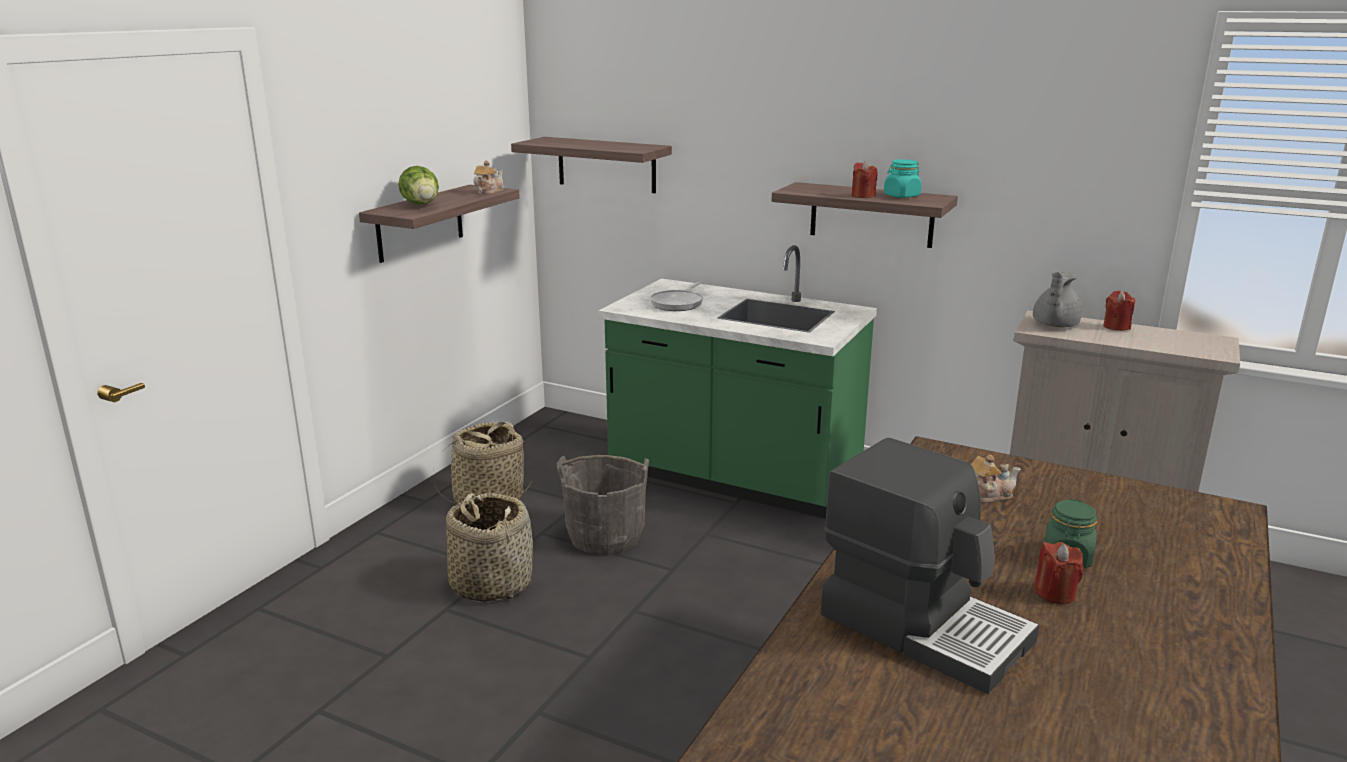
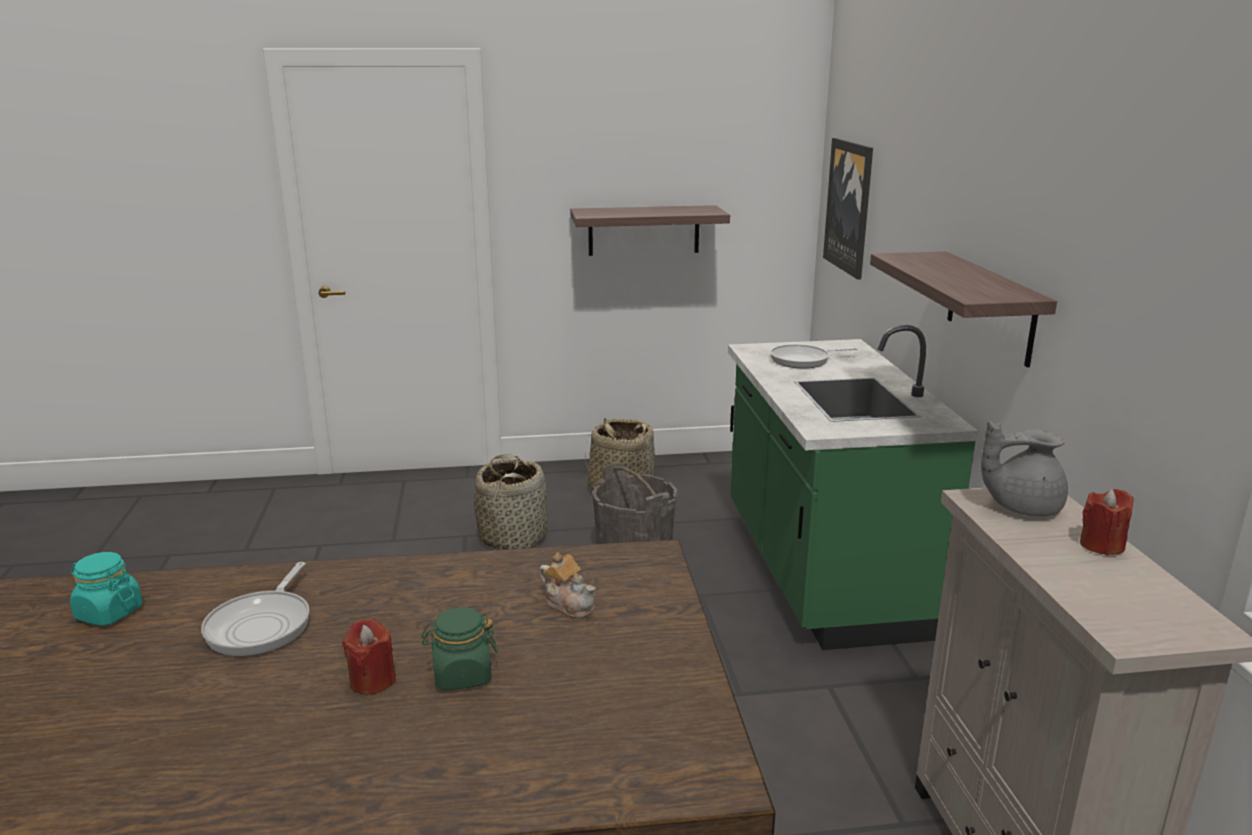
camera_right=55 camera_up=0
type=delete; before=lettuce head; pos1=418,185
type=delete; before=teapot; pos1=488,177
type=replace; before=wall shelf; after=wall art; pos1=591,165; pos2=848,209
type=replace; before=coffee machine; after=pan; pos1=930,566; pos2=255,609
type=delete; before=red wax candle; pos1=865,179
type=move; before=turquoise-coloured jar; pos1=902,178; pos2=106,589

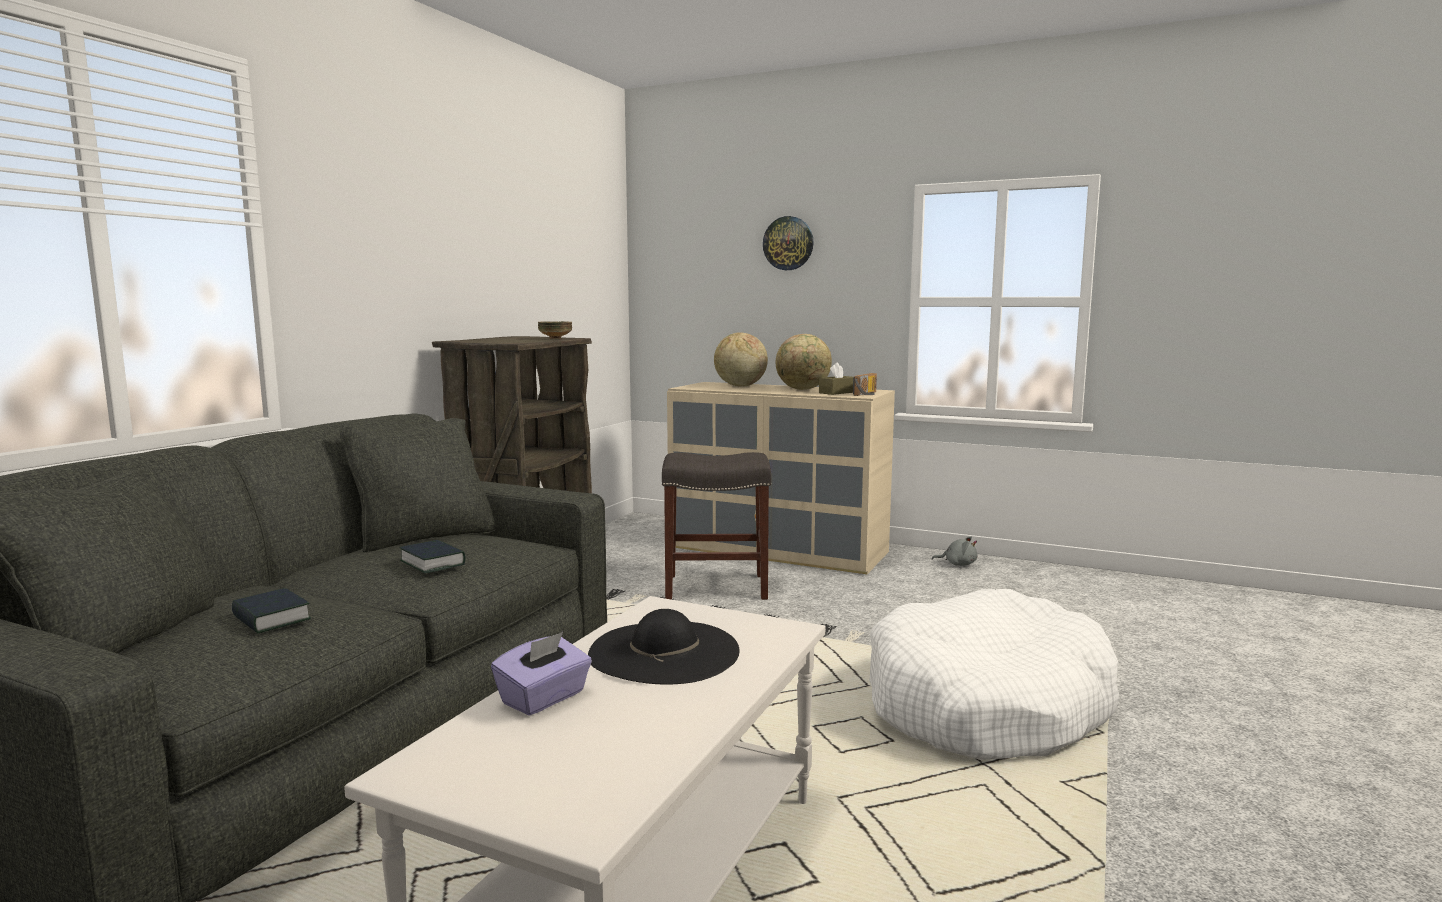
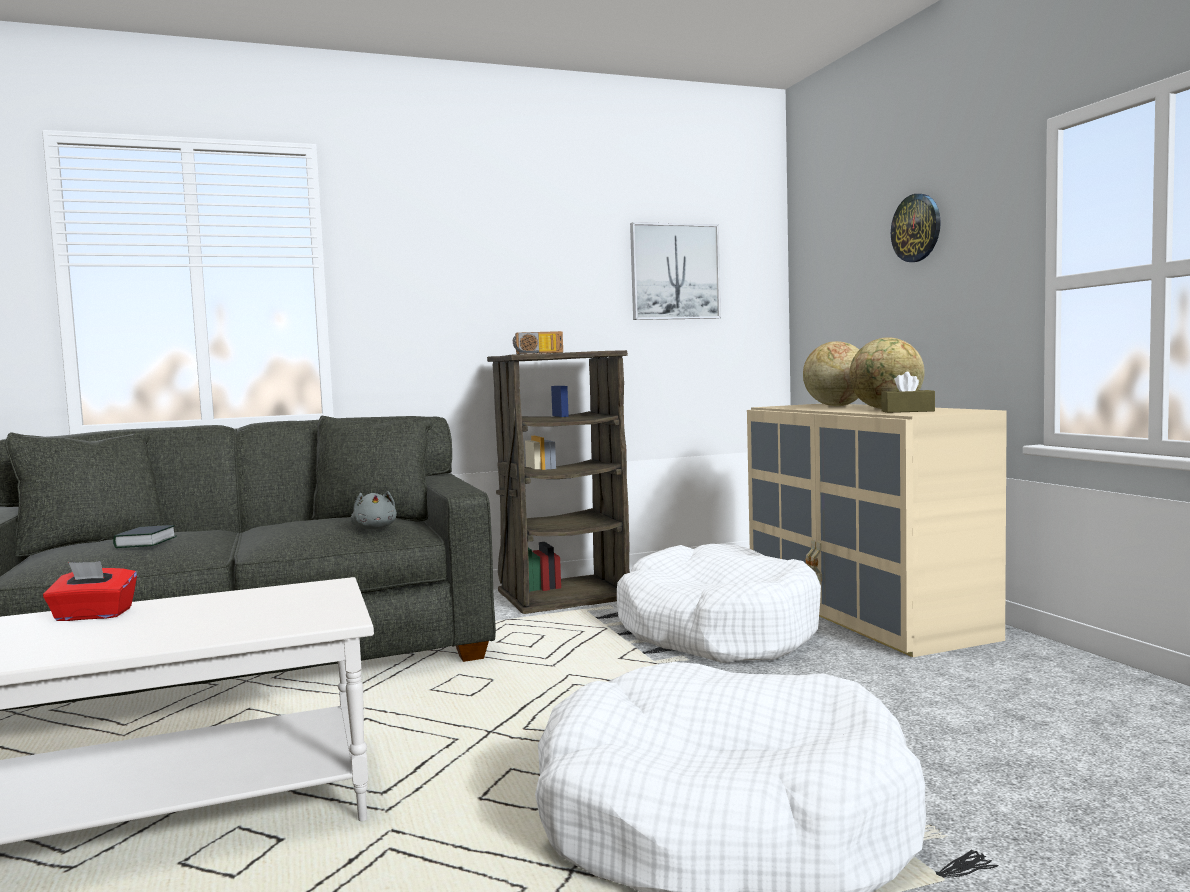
camera_right=45 camera_up=-5
type=delete; before=book; pos1=433,556
type=recolor; before=purplish box of tissues; after=red box of tissues; pos1=541,674; pos2=90,591
type=delete; before=deep dish; pos1=555,330
type=delete; before=black-coloured hat; pos1=663,646
type=replace; before=greyish stool seat; after=whitish pet bed; pos1=716,526; pos2=719,603
type=move; before=radio; pos1=865,384; pos2=538,342
type=move; before=greyish plush toy; pos1=955,551; pos2=374,510
type=insert; after=wall art; pos2=675,271

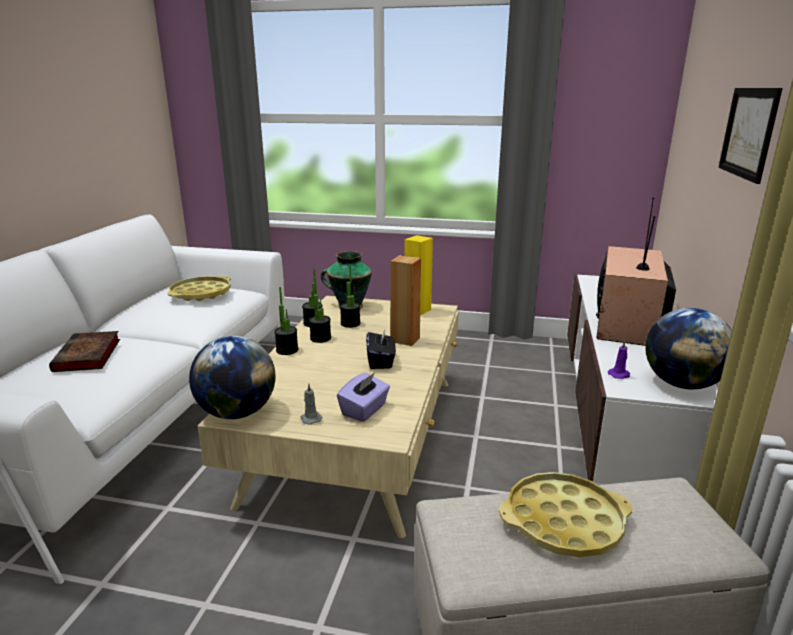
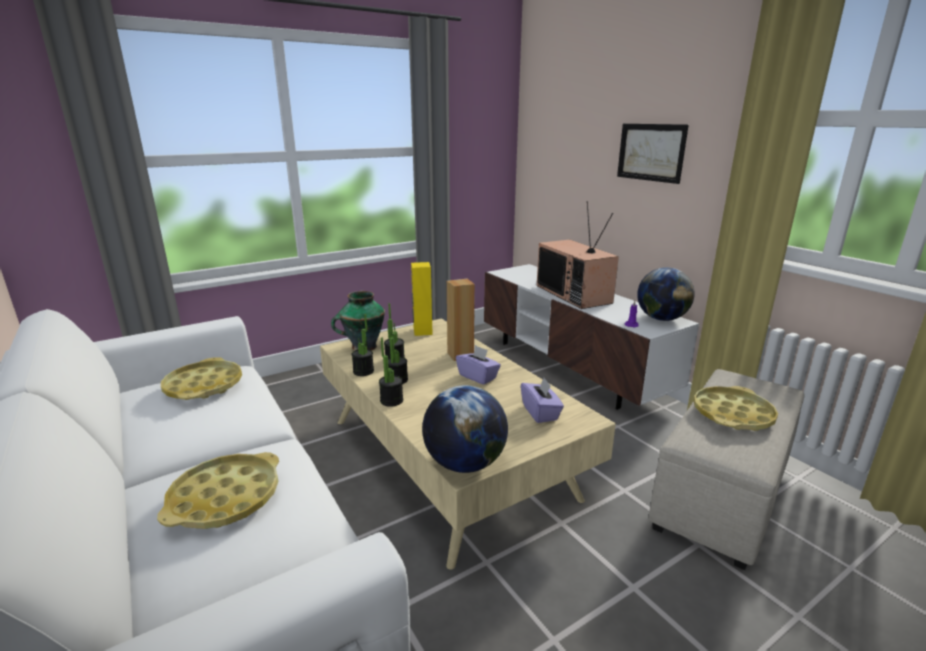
camera_right=-45 camera_up=0
type=replace; before=book; after=yellow serving tray; pos1=84,351; pos2=218,490
type=delete; before=greyish wax candle; pos1=312,404
type=recolor; before=black-coloured box of tissues; after=purplish box of tissues; pos1=381,349; pos2=478,365

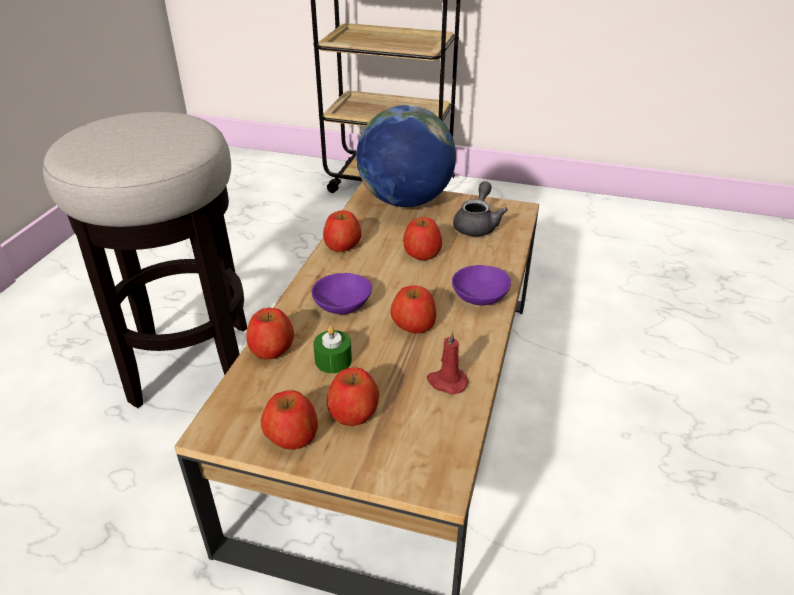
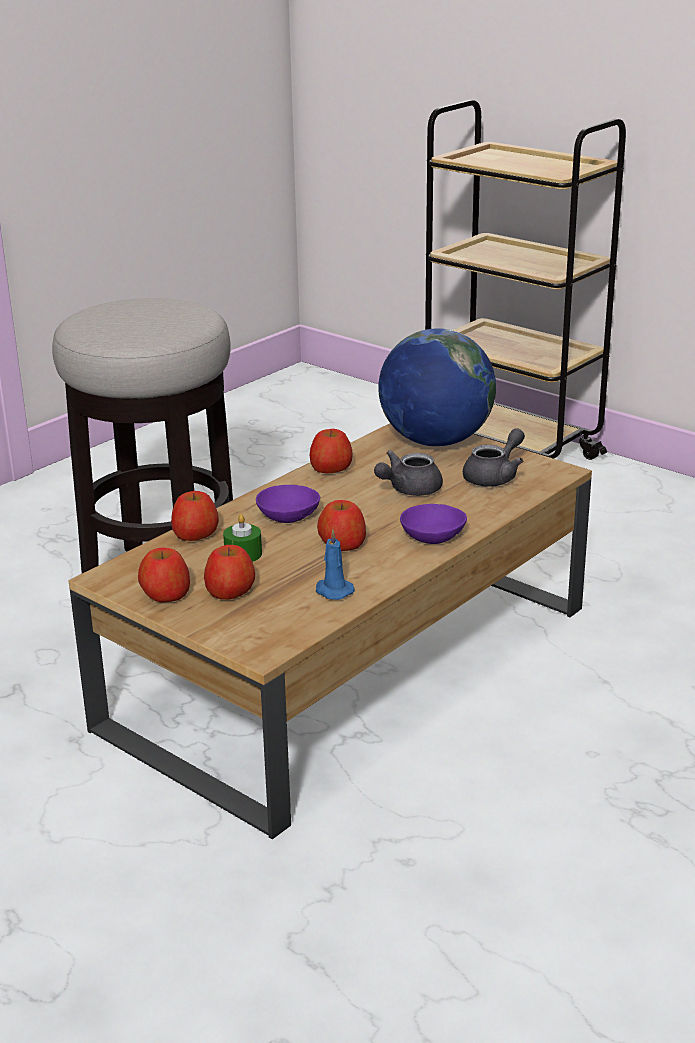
camera_right=25 camera_up=-10
type=replace; before=apple fruit; after=greyish teapot; pos1=422,238; pos2=408,473
type=recolor; before=red wax candle; after=blue-coloured wax candle; pos1=448,362; pos2=335,564

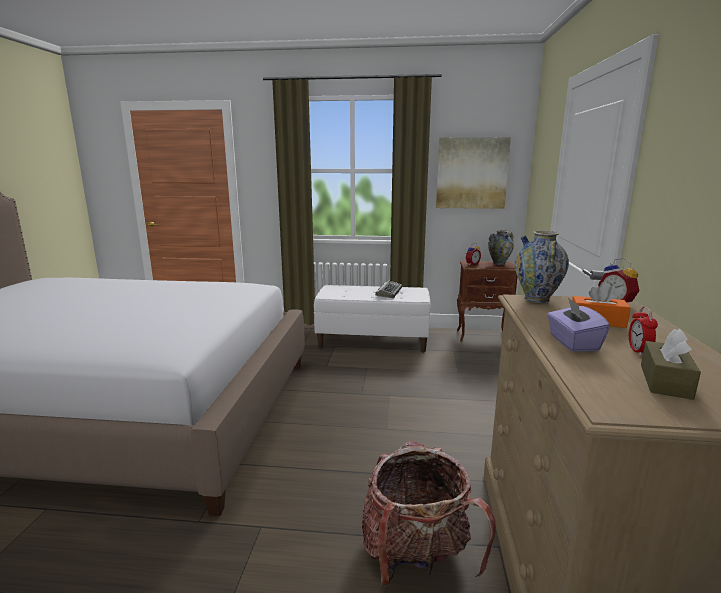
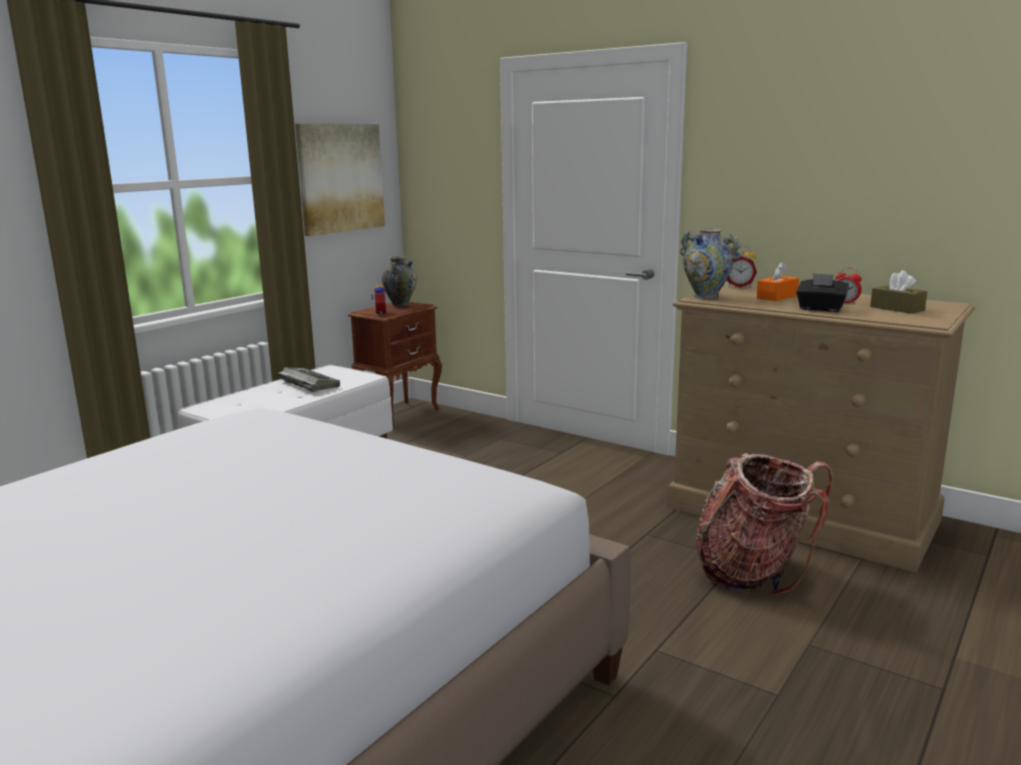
camera_right=-60 camera_up=0
type=recolor; before=purplish box of tissues; after=black-coloured box of tissues; pos1=578,325; pos2=822,292

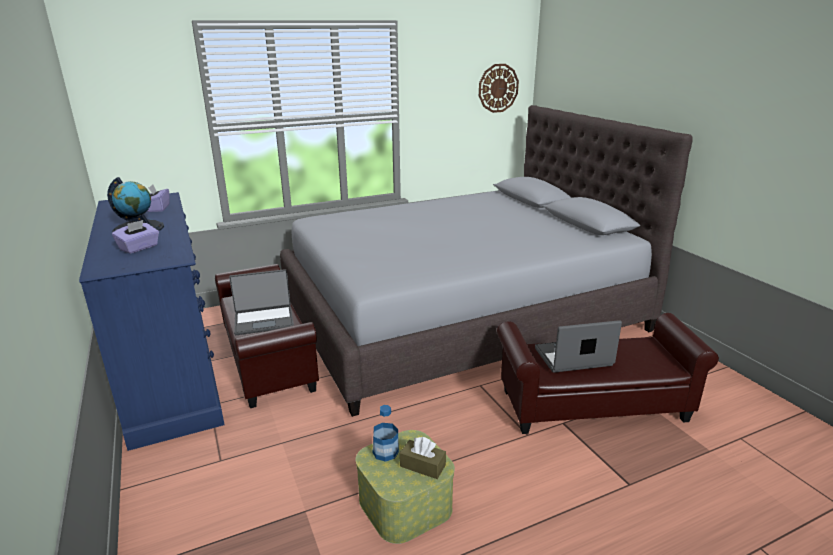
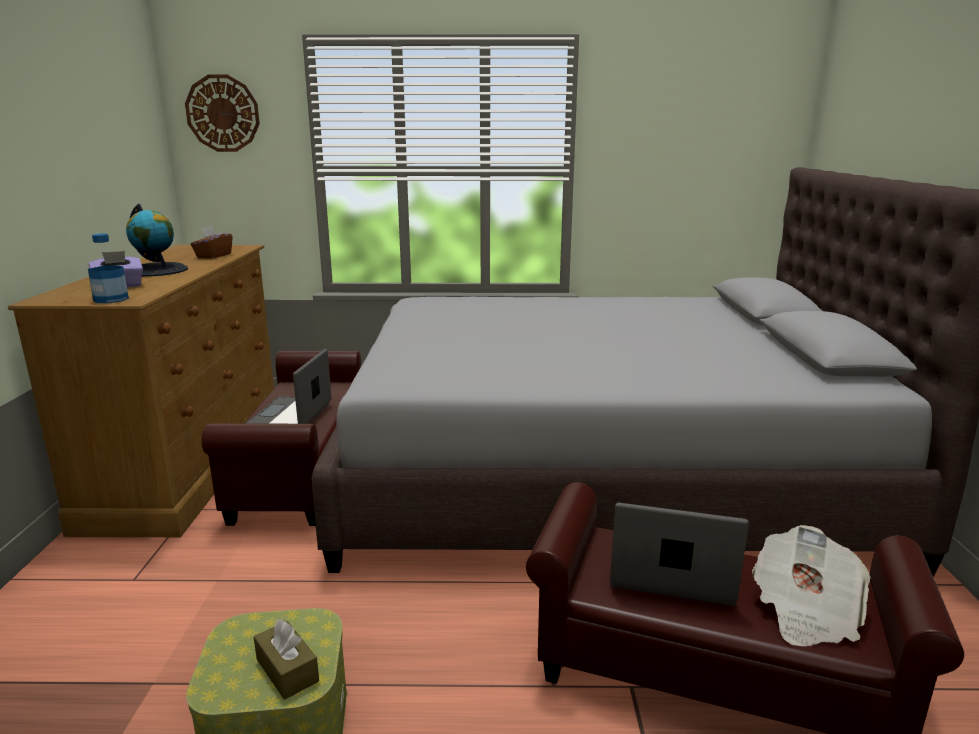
camera_right=25 camera_up=-5
type=recolor; before=blue-coloured dresser; after=brown-coloured dresser; pos1=152,321; pos2=141,391
type=recolor; before=purplish box of tissues; after=brown-coloured box of tissues; pos1=158,198; pos2=211,242
type=rotate; before=notebook computer; pos1=261,302; pos2=289,386; turn=90
type=move; before=beverage bottle; pos1=385,433; pos2=108,268
type=move; before=clock on the wall; pos1=499,88; pos2=222,113
type=insert; after=newspaper; pos2=811,585

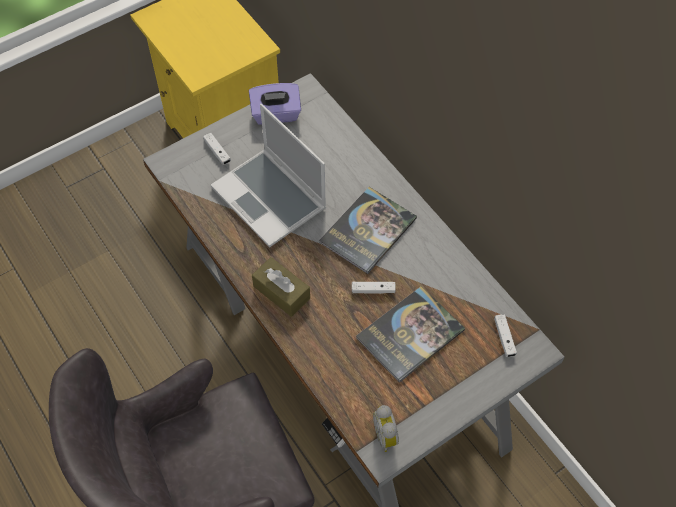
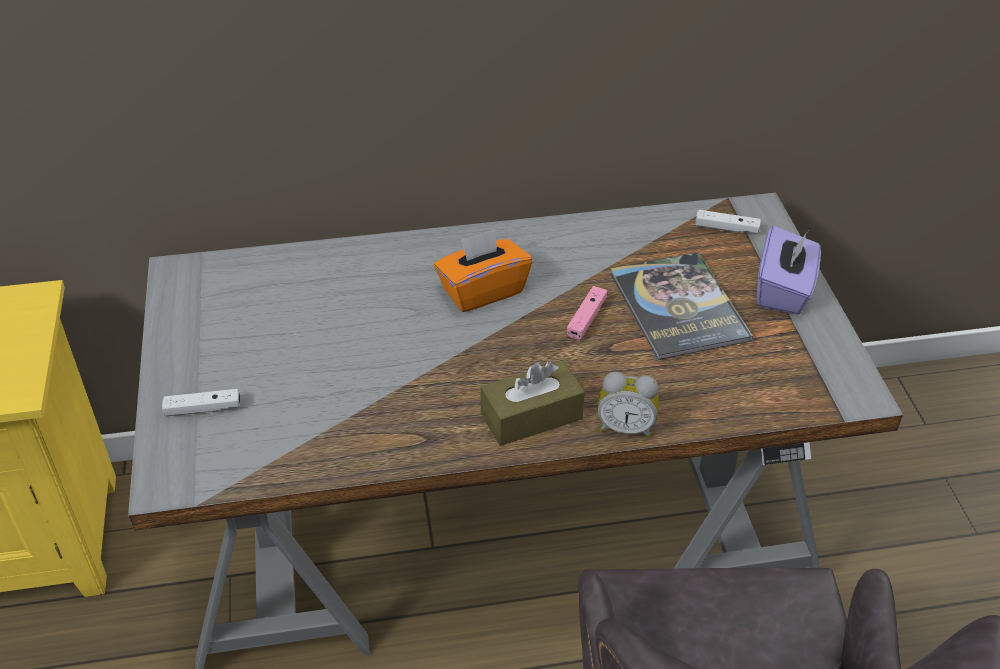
camera_right=-65 camera_up=-15
type=delete; before=notebook computer; pos1=268,175
type=move; before=purplish box of tissues; pos1=275,104; pos2=789,270
type=replace; before=book; after=orange-coloured box of tissues; pos1=368,230; pos2=483,270
type=recolor; before=whitish gamepad; after=pink gamepad; pos1=374,288; pos2=587,313
type=move; before=table clock; pos1=386,428; pos2=628,405

